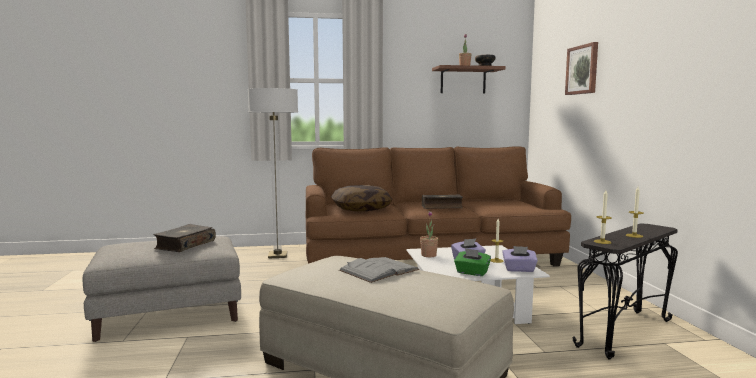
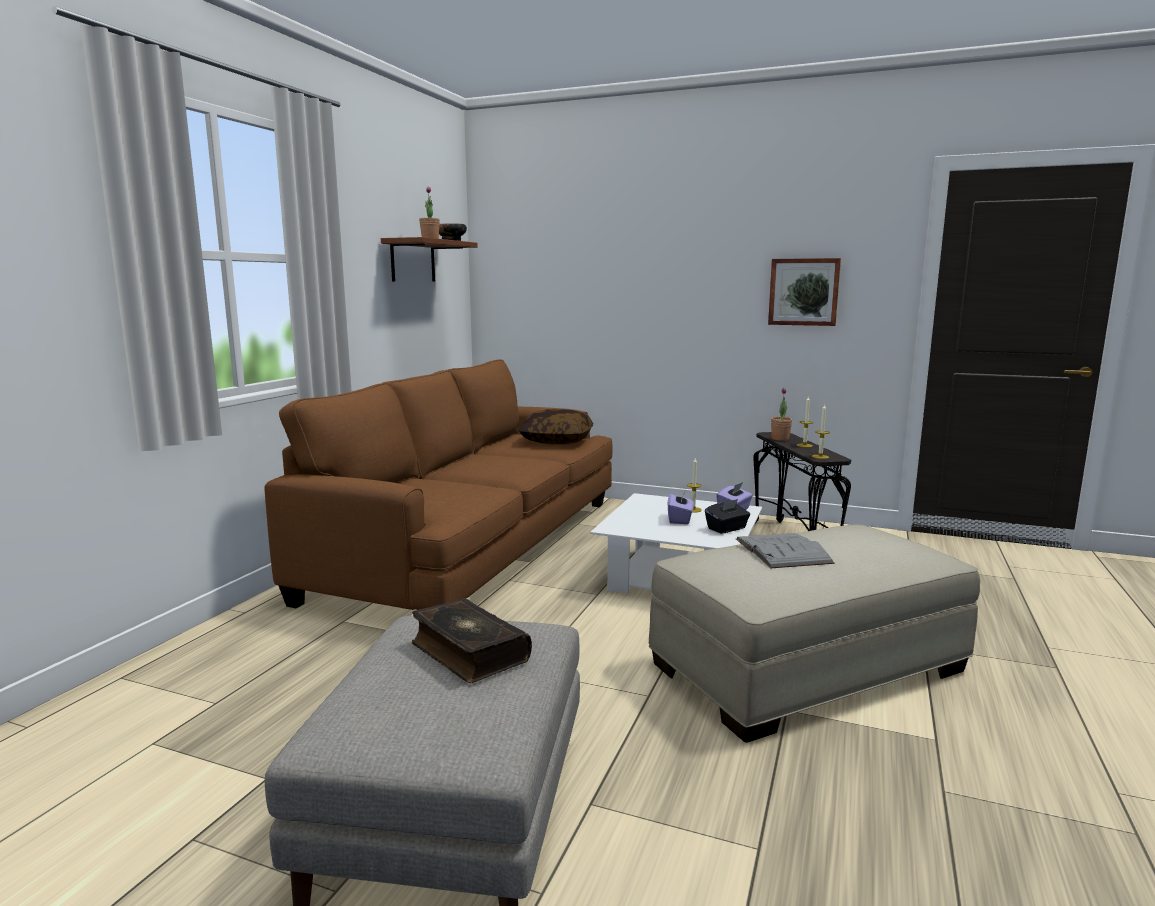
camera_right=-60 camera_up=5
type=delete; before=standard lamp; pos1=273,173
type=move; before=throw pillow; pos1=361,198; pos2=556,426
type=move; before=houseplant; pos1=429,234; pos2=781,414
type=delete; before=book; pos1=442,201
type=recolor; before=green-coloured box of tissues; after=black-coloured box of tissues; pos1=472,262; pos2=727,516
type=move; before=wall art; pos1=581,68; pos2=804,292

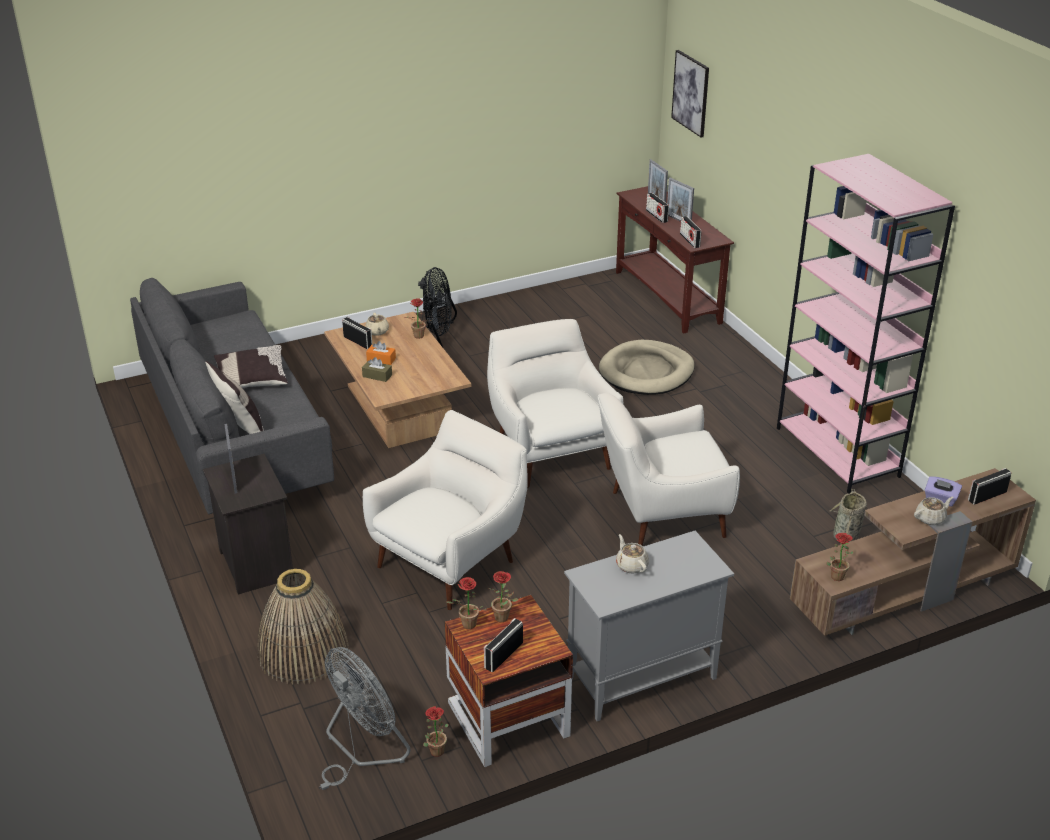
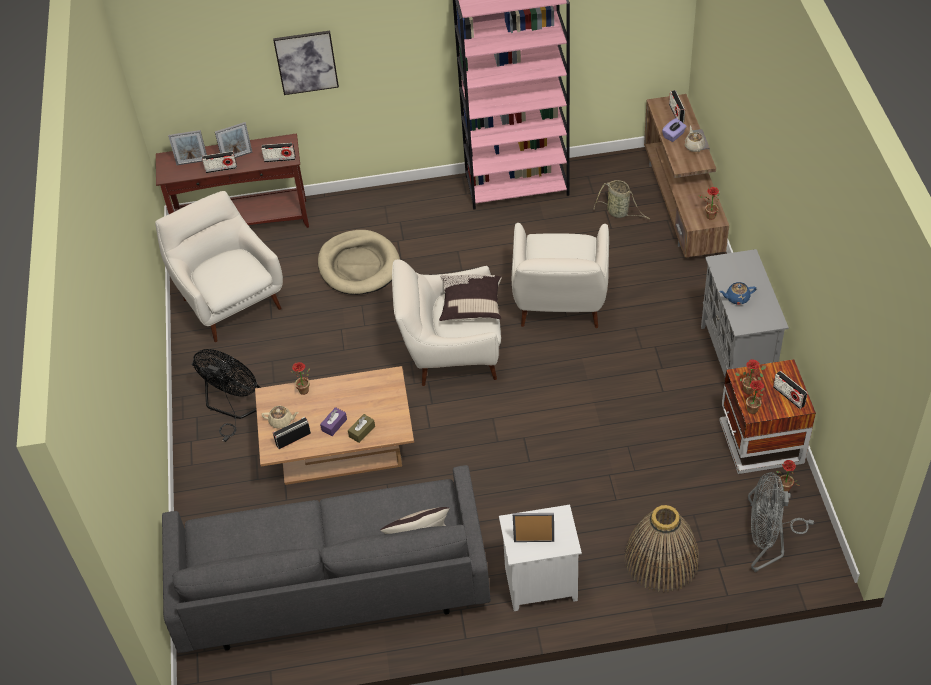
camera_right=-70 camera_up=15
type=recolor; before=black-coloured night table; after=whitish night table; pos1=248,524; pos2=540,558
type=move; before=throw pillow; pos1=251,366; pos2=470,297
type=rotate; before=greyish electric fan; pos1=364,718; pos2=782,522; turn=-60
type=move; before=whitish easy chair; pos1=445,510; pos2=219,266
type=recolor; before=orange-coloured box of tissues; after=purplish box of tissues; pos1=381,353; pos2=333,421
type=recolor; before=beige teapot; after=blue-coloured teapot; pos1=632,554; pos2=737,293
type=move; before=wall art; pos1=690,94; pos2=306,63

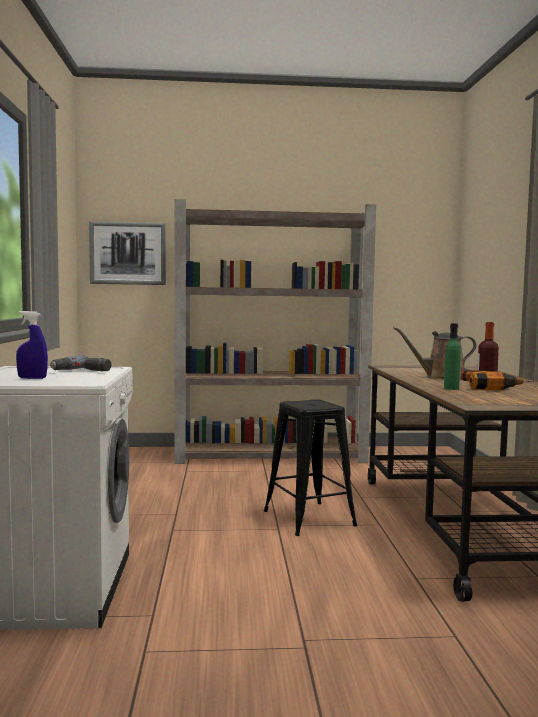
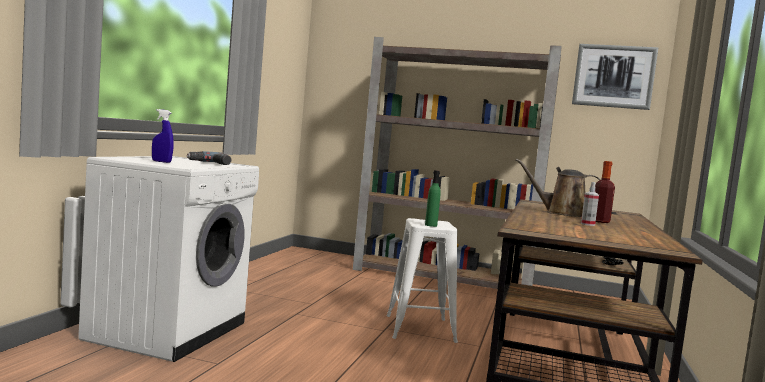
camera_right=20 camera_up=0
type=move; before=wall art; pos1=127,253; pos2=615,77
type=recolor; before=black-coloured stool seat; after=whitish stool seat; pos1=311,467; pos2=422,280
type=move; before=green-coloured beverage bottle; pos1=452,356; pos2=433,198
type=replace; before=power drill; after=spray bottle; pos1=497,380; pos2=590,204

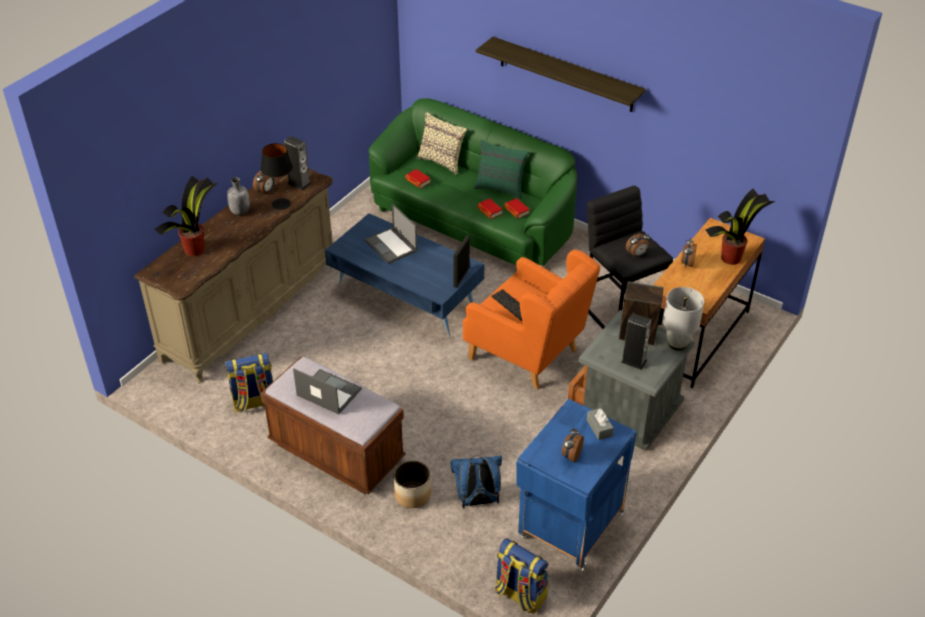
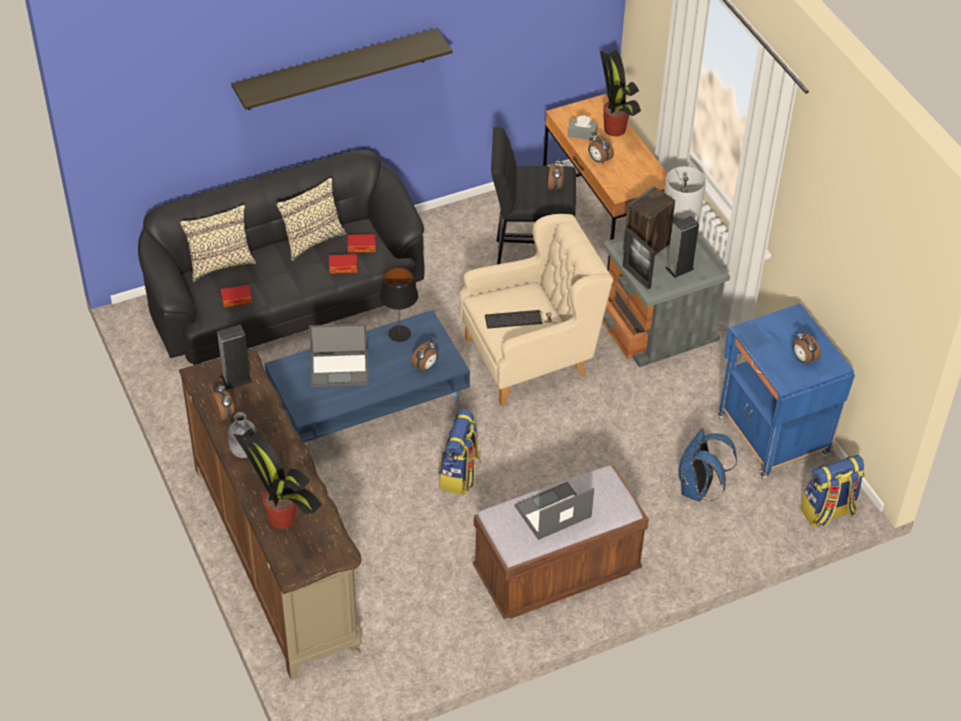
camera_right=-60 camera_up=5
type=move; before=rucksack; pos1=249,382; pos2=459,452
type=move; before=black-coloured lamp for a table; pos1=276,176; pos2=398,304
type=recolor; before=green-coloured settee; after=black-coloured settee; pos1=473,182; pos2=281,257
type=delete; before=plant pot; pos1=412,484
type=move; before=photo frame; pos1=461,261; pos2=639,258
type=recolor; before=orange-coloured easy chair; after=beige easy chair; pos1=531,320; pos2=536,310
type=recolor; before=green-coloured throw pillow; after=beige throw pillow; pos1=501,169; pos2=311,219
type=move; before=greyish box of tissues; pos1=600,424; pos2=583,127
type=insert; after=table clock; pos2=424,356

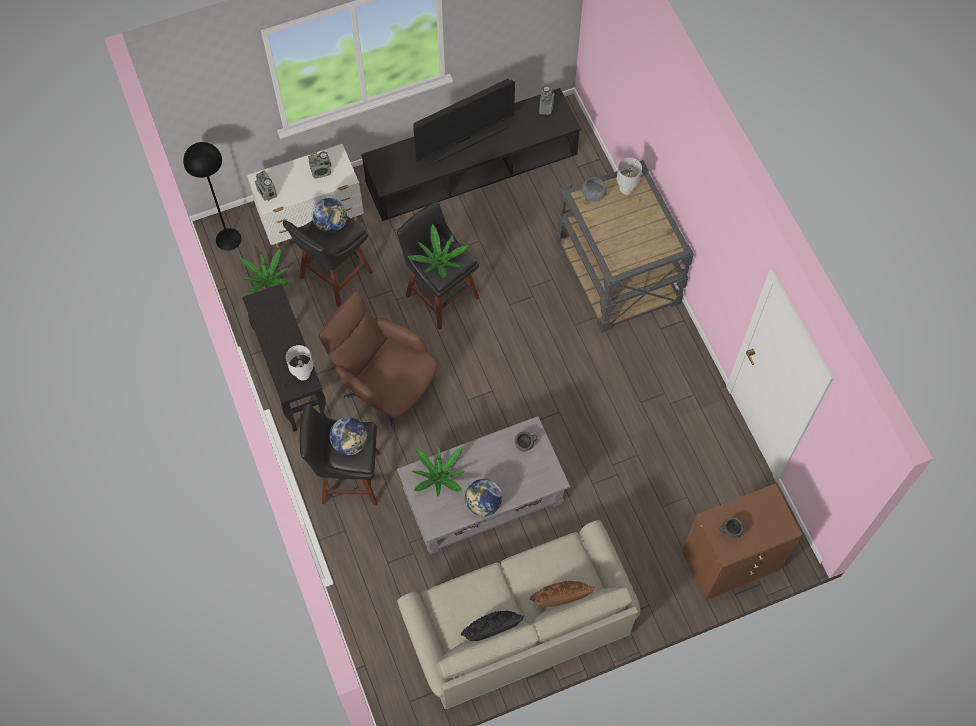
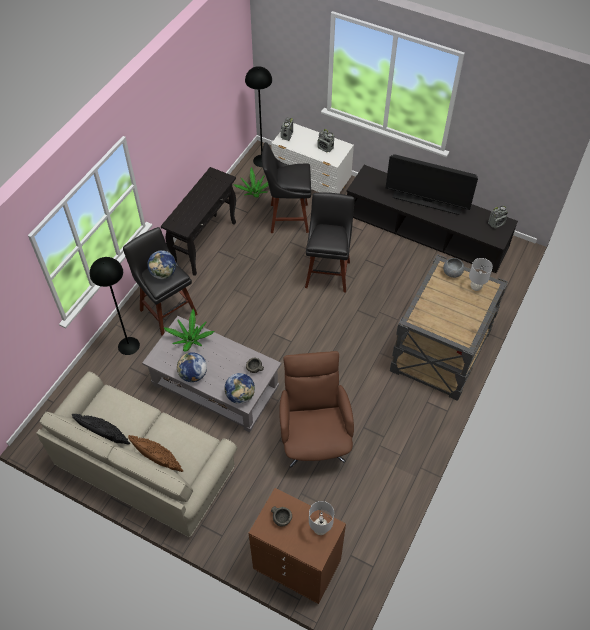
camera_right=50 camera_up=-10
type=move; before=greyish lamp for a table; pos1=299,363; pos2=321,518
type=move; before=world globe; pos1=329,215; pos2=240,388
type=move; before=brown-coloured easy chair; pos1=378,360; pos2=316,409
type=delete; before=houseplant; pos1=438,251
type=insert; after=black-coloured standard lamp; pos2=115,306

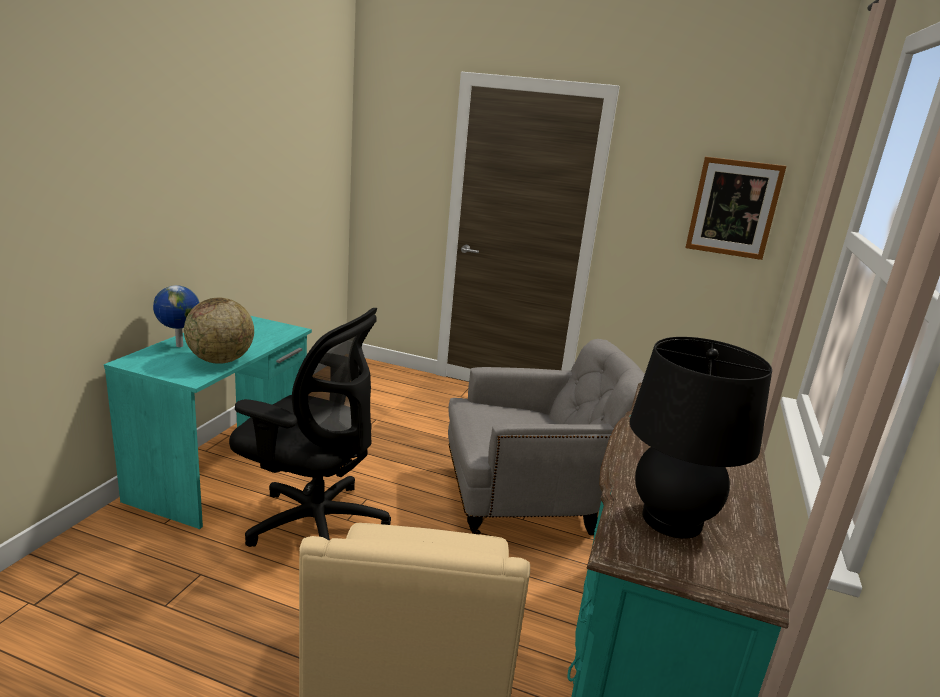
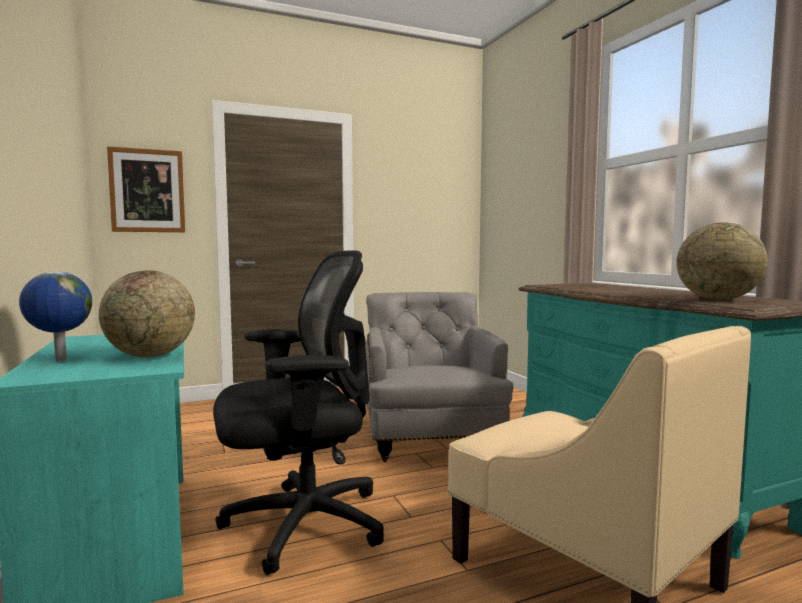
camera_right=-40 camera_up=-15
type=rotate; before=greyish easy chair; pos1=546,437; pos2=439,377; turn=-45
type=replace; before=black-coloured lamp for a table; after=world globe; pos1=701,438; pos2=721,261
type=move; before=wall art; pos1=735,208; pos2=146,189

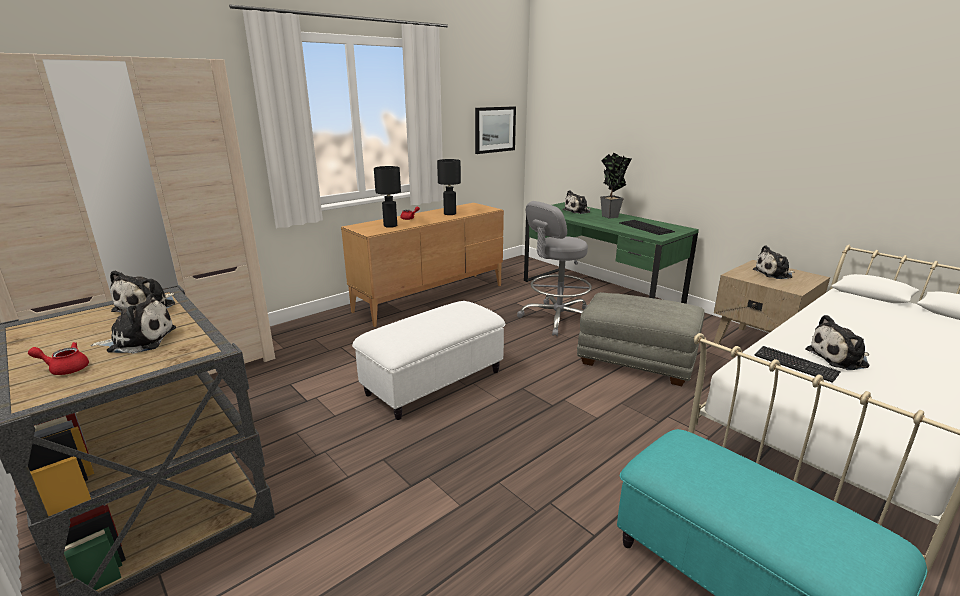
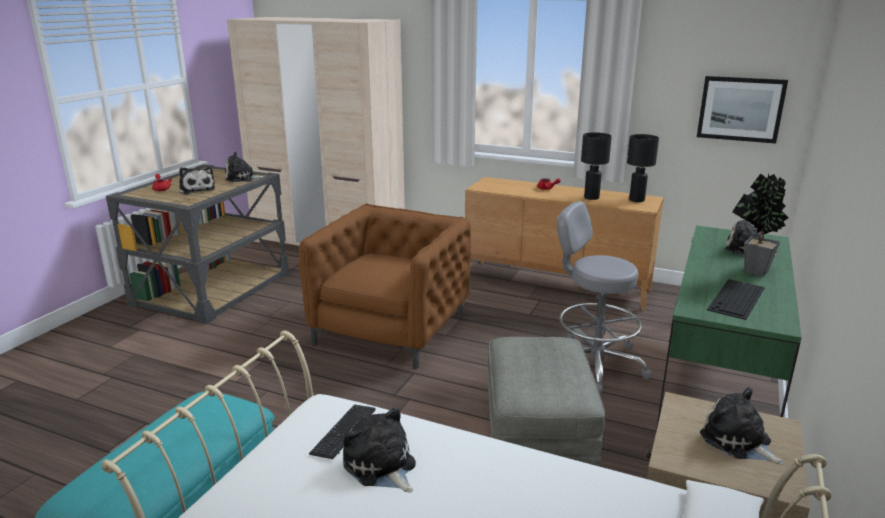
camera_right=65 camera_up=0
type=replace; before=whitish ottoman; after=brown-coloured easy chair; pos1=428,360; pos2=385,286
type=move; before=black-coloured lamp for a table; pos1=387,197; pos2=643,168

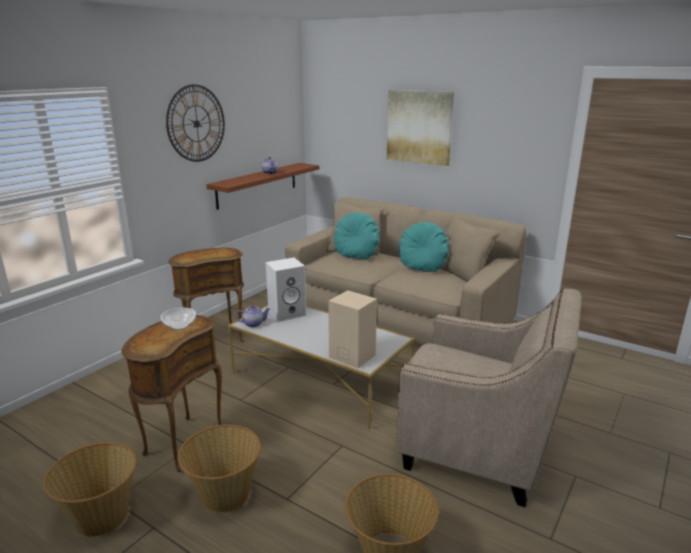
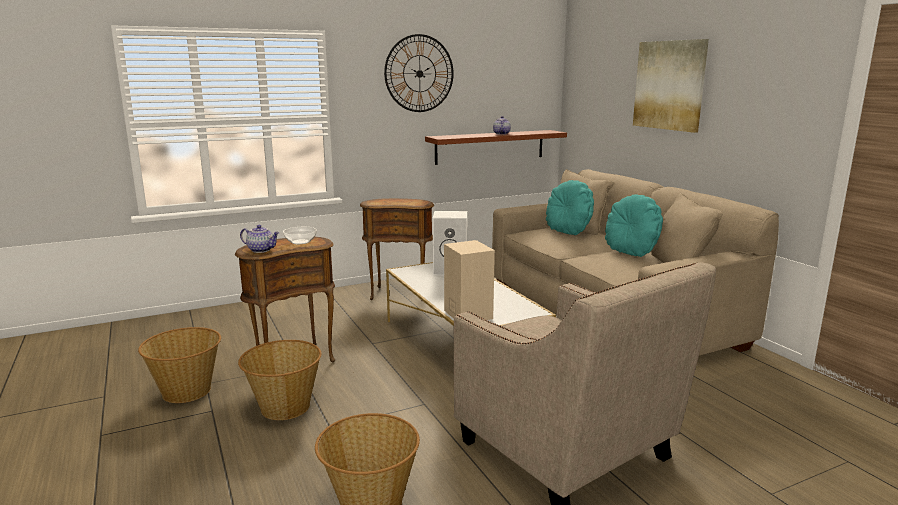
camera_right=30 camera_up=-5
type=move; before=teapot; pos1=252,316; pos2=259,239

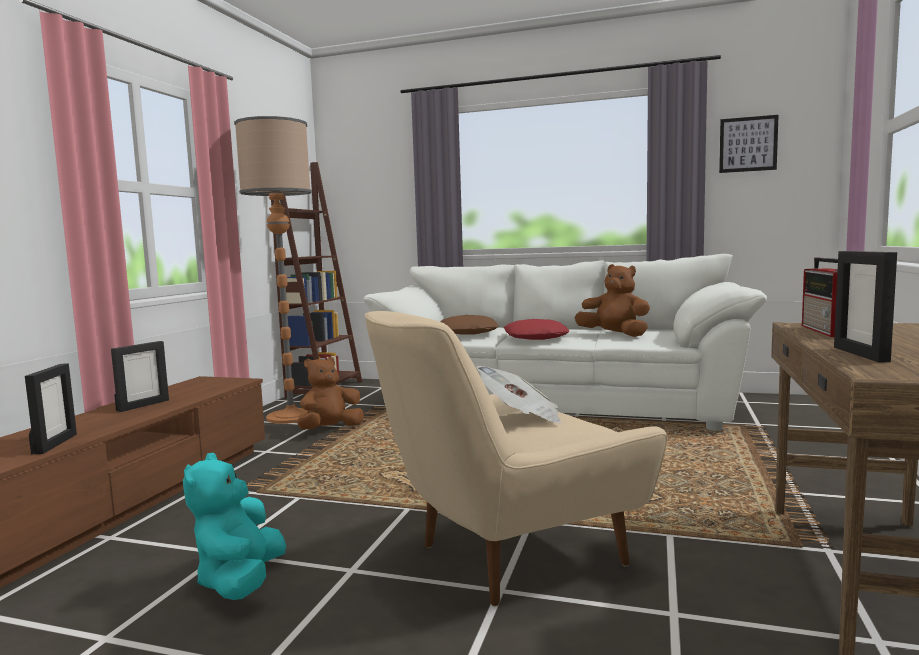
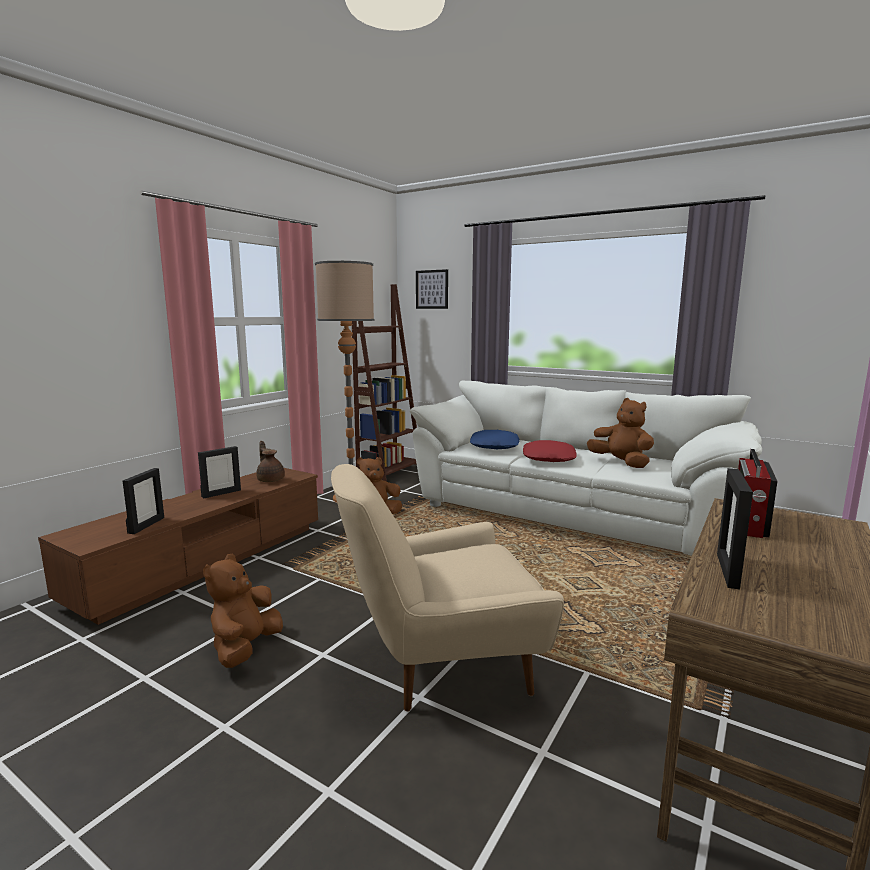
camera_right=15 camera_up=5
type=recolor; before=turquoise-coloured plush toy; after=brown-coloured plush toy; pos1=234,526; pos2=243,611
type=recolor; before=brown-coloured throw pillow; after=blue-coloured throw pillow; pos1=469,324; pos2=494,439
type=delete; before=newspaper; pos1=519,395
type=move; before=wall art; pos1=749,144; pos2=432,289
type=insert; after=brown-coloured teapot; pos2=270,461

